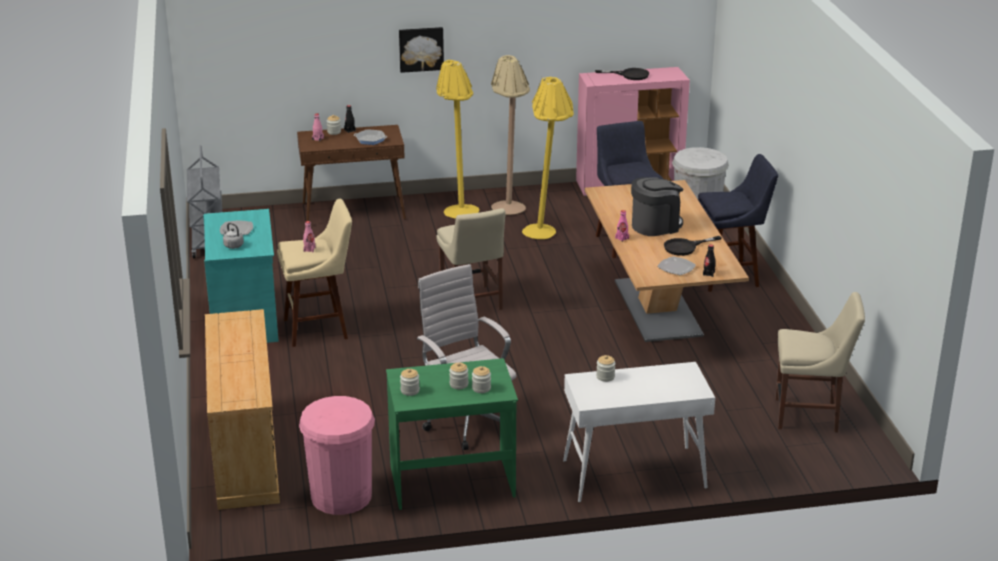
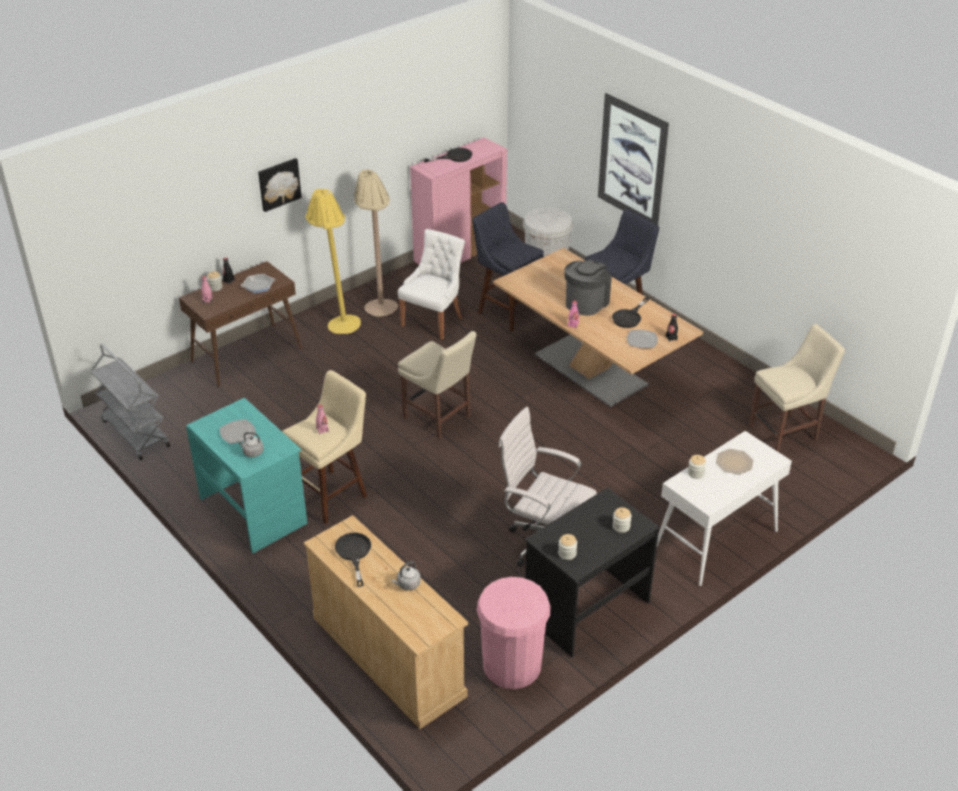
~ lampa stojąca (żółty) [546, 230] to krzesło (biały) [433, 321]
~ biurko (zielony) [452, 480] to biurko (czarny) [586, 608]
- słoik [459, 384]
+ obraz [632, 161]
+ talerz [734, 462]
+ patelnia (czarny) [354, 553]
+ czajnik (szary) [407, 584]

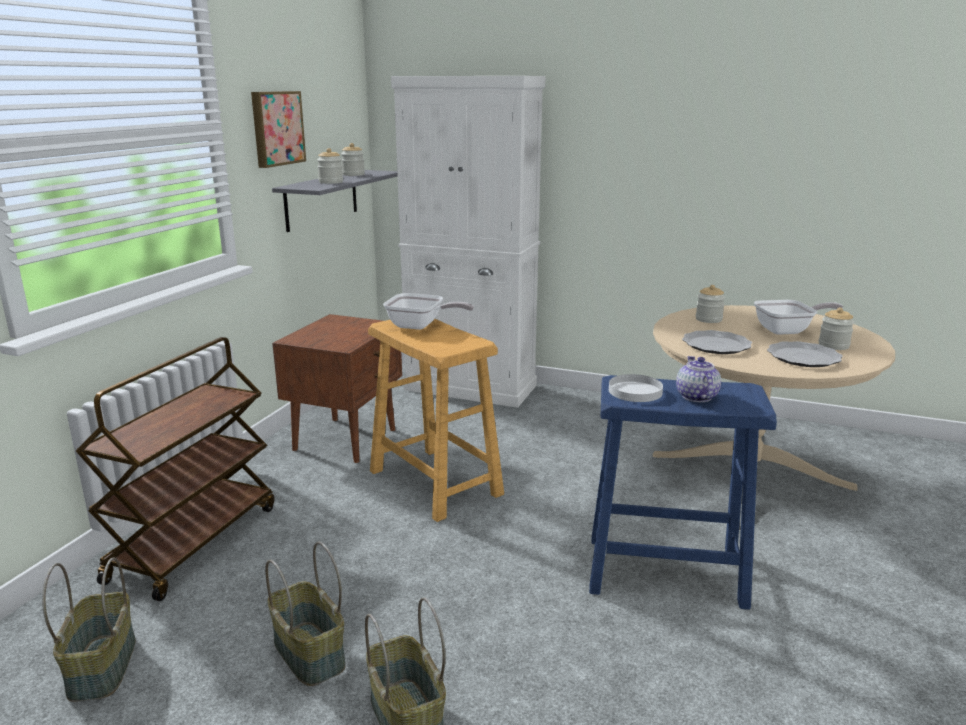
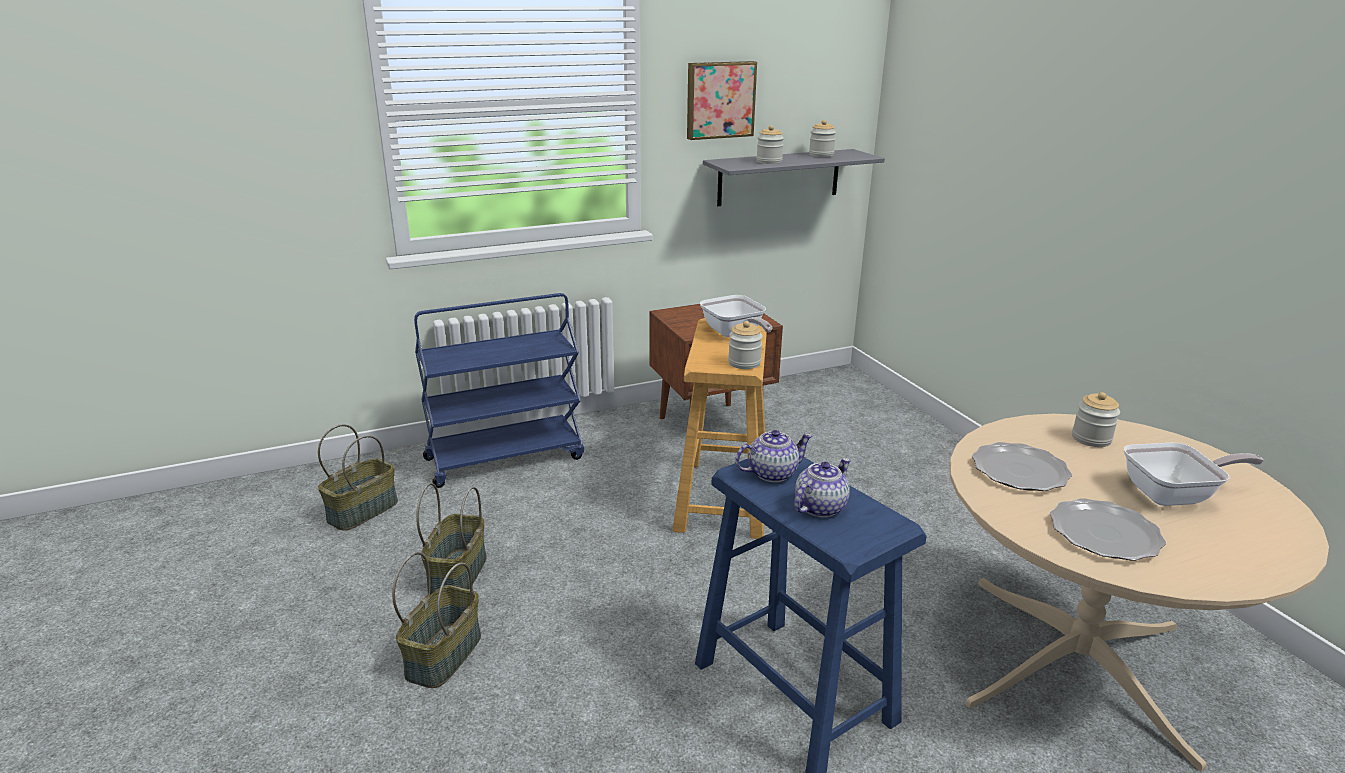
- szafka (biały) [471, 387]
~ patelnia [788, 331] = [1175, 495] 45 degrees counterclockwise
~ słoik [833, 345] to [744, 363]
~ wózek (brązowy) [194, 542] to wózek (niebieski) [505, 458]
~ talerz (biały) [634, 391] to imbryk [771, 473]

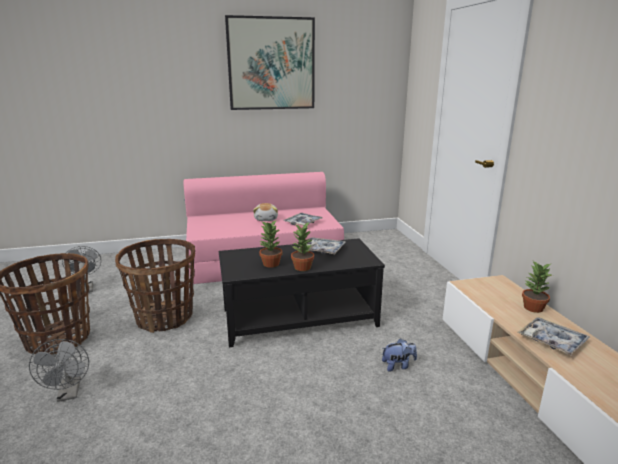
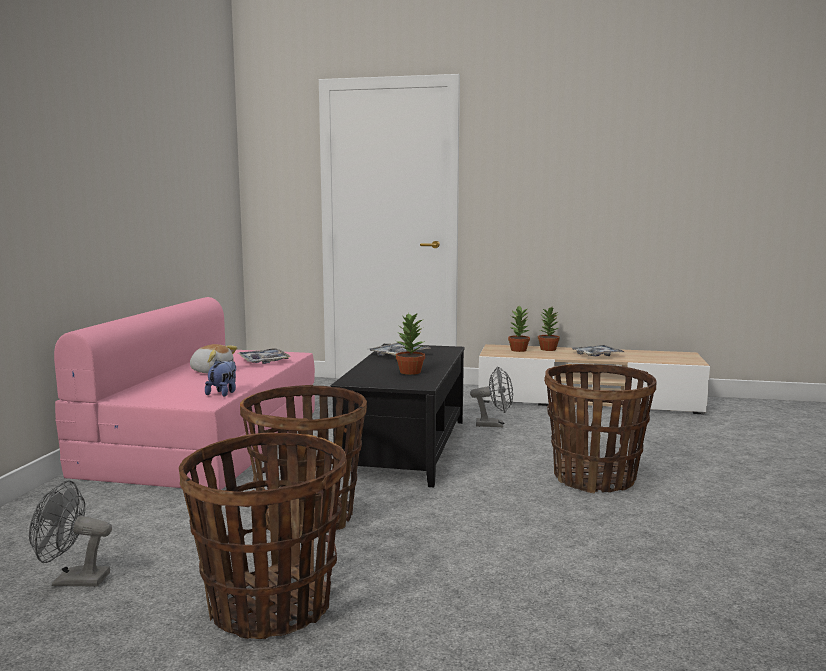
- obraz [271, 64]
~ roślina doniczkowa [303, 267] to [519, 350]
~ pluszak [398, 366] to [223, 393]
~ wentylator (szary) [69, 394] to [494, 425]
+ koszyk [594, 478]

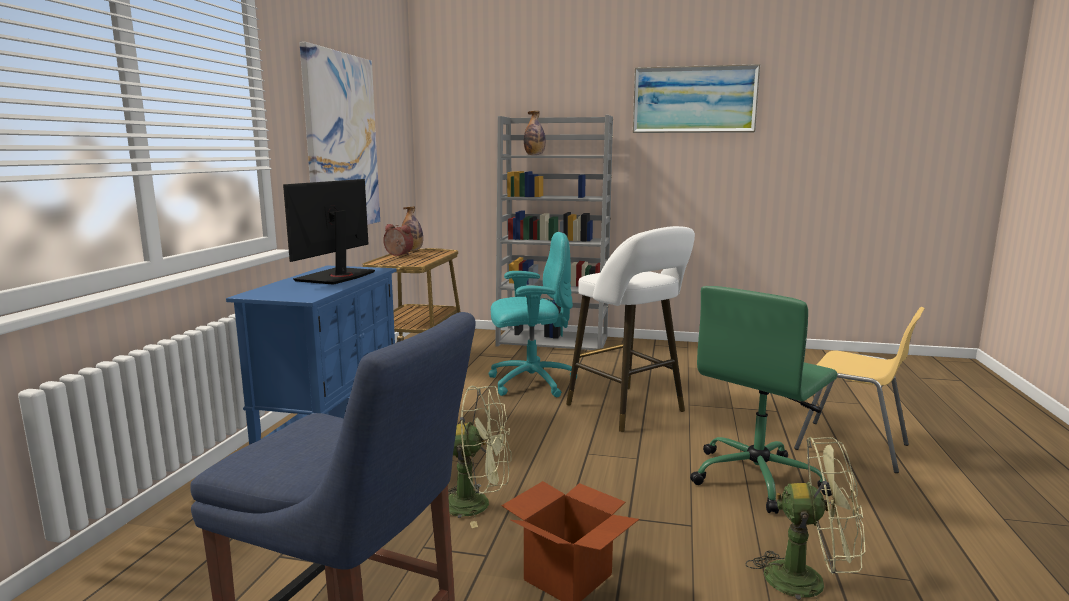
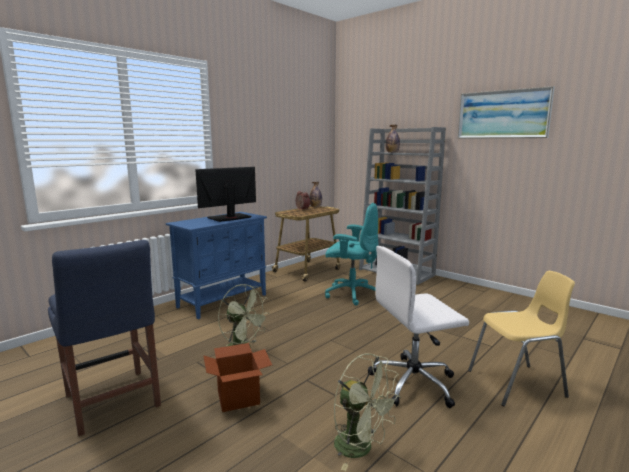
- obraz [341, 142]
- stołek (biały) [629, 410]
~ krzesło biurowe (zielony) [757, 478] to krzesło biurowe (biały) [414, 382]
~ krzesło (żółty) [853, 447] = [517, 384] 75 degrees counterclockwise

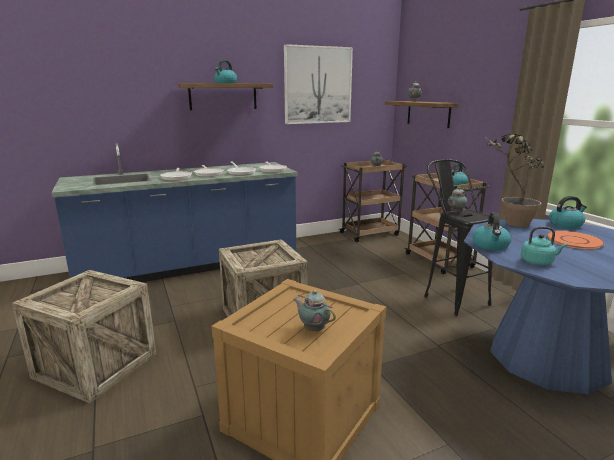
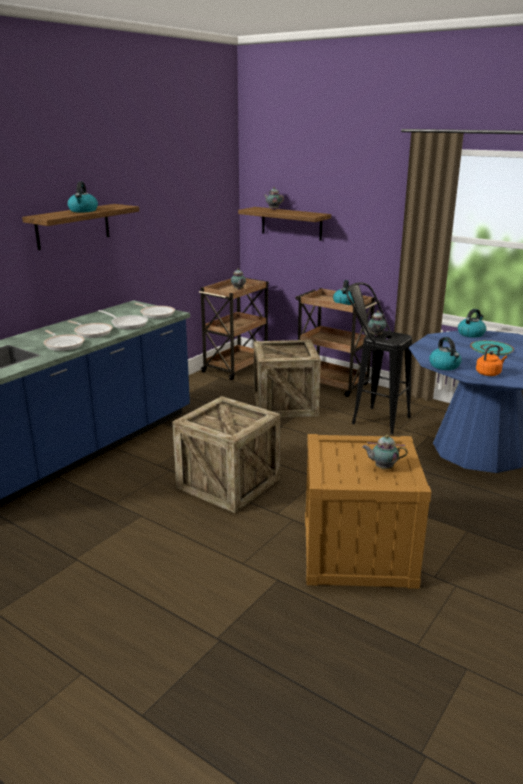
- obraz [318, 85]
- roślina doniczkowa [509, 224]
~ czajnik (turkusowy) [538, 262] to czajnik (pomarańczowy) [489, 373]
~ talerz (pomarańczowy) [574, 241] to talerz (turkusowy) [491, 349]
~ skrzynka [96, 365] to [285, 404]

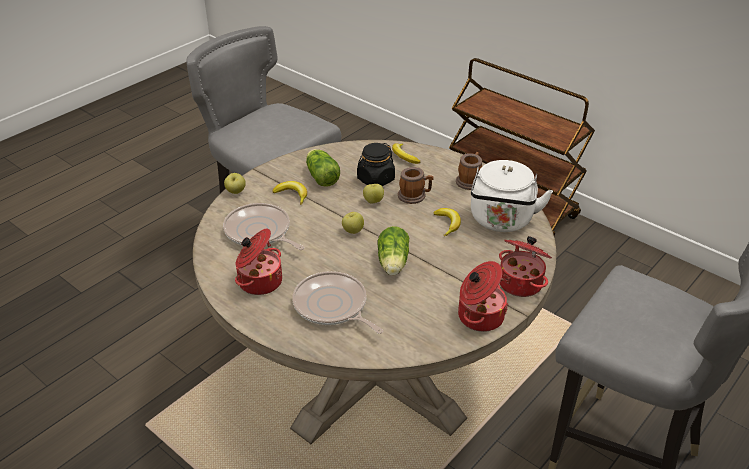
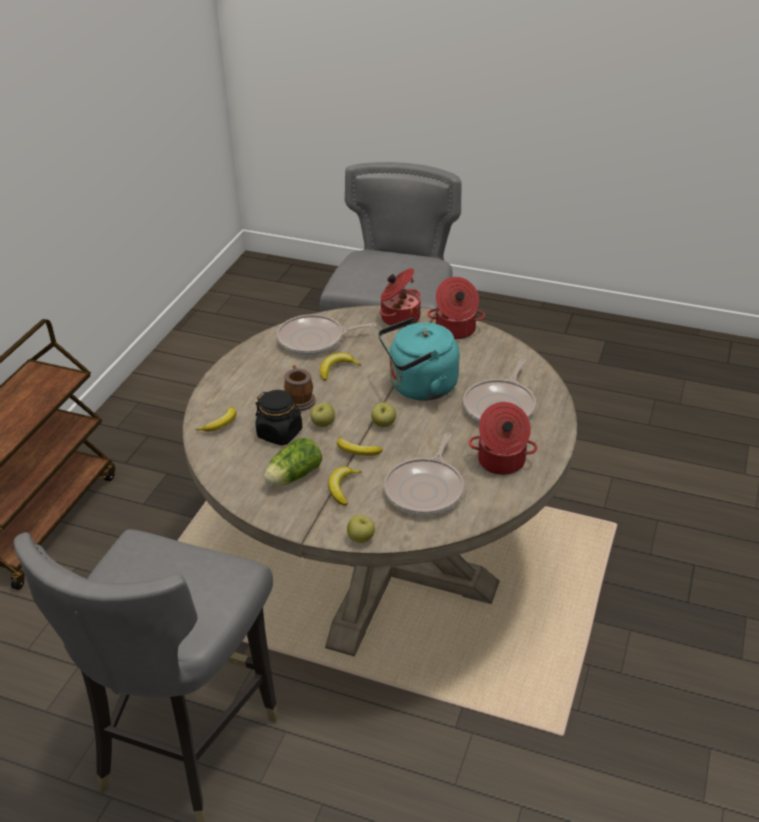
- kubek [470, 180]
~ czajnik (biały) [501, 221] to patelnia [315, 340]
~ sałata [393, 264] to czajnik (turkusowy) [419, 387]
+ banan [357, 451]

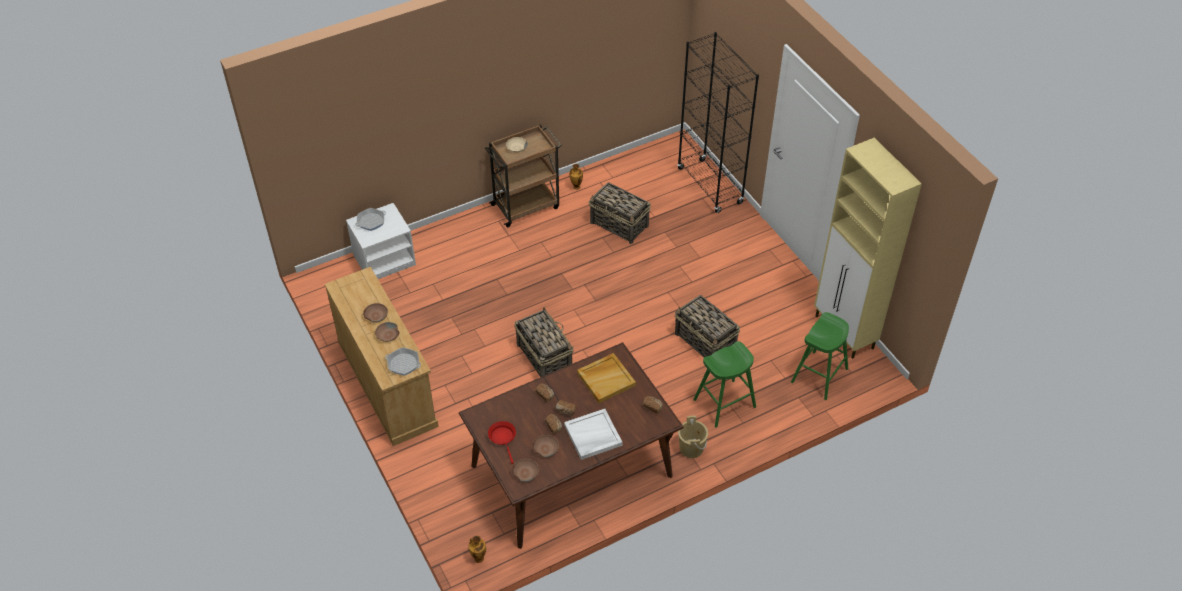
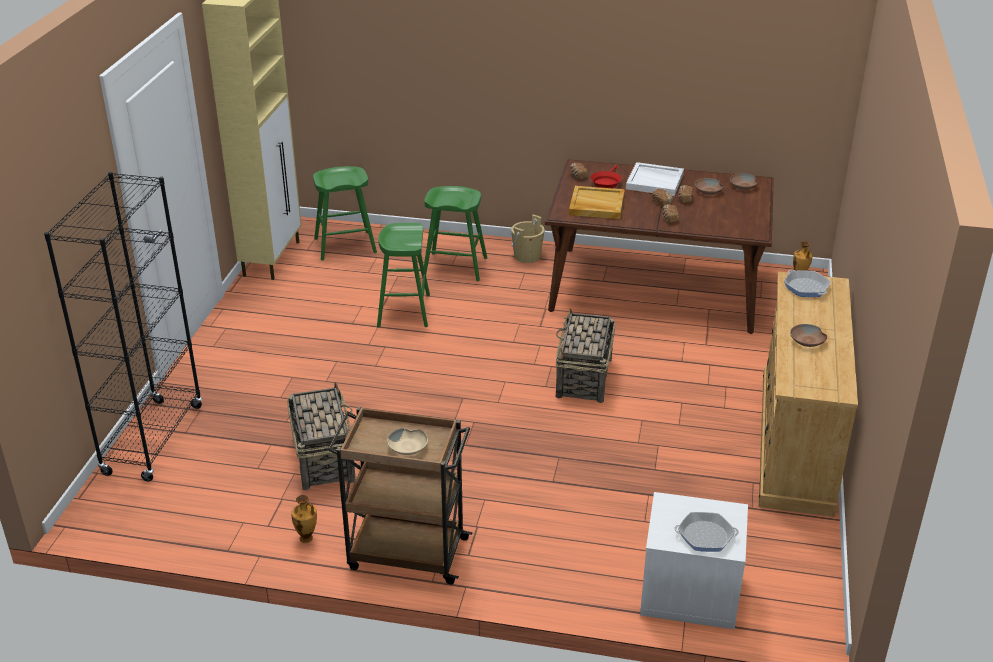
~ koszyk [705, 342] to stołek (zielony) [404, 311]
- miska (brązowy) [388, 335]
~ patelnia (czerwony) [503, 438] to [606, 182]

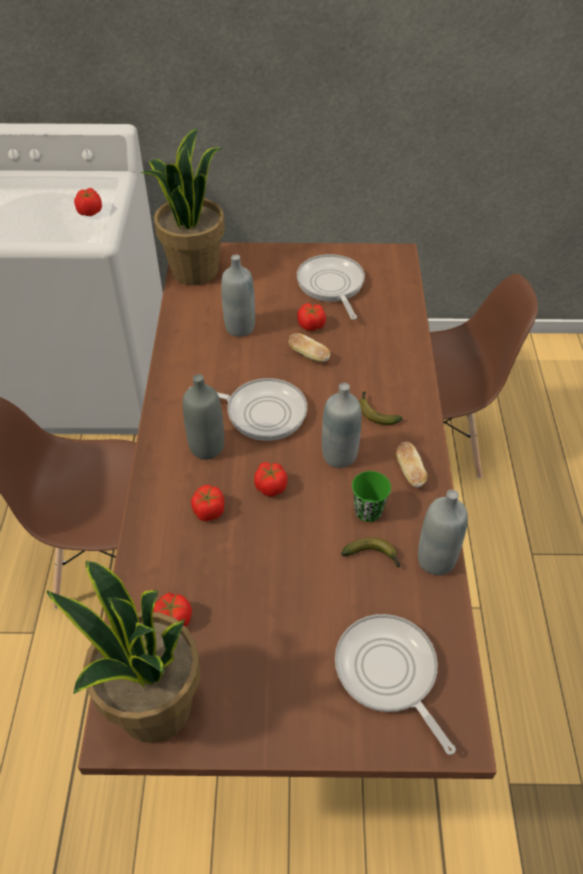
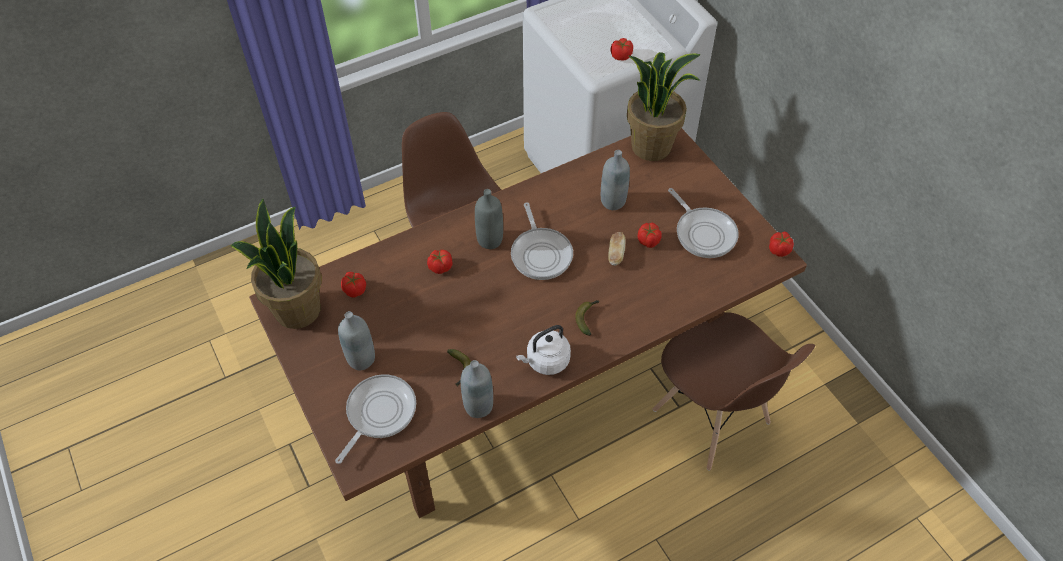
~ patelnia [331, 286] = [703, 233] 105 degrees clockwise
~ butelka (szary) [339, 456] to [361, 359]
~ chleb [410, 471] to czajnik (biały) [545, 361]
~ pomidor [270, 487] to [779, 250]
- filiżanka (zielony) [368, 511]

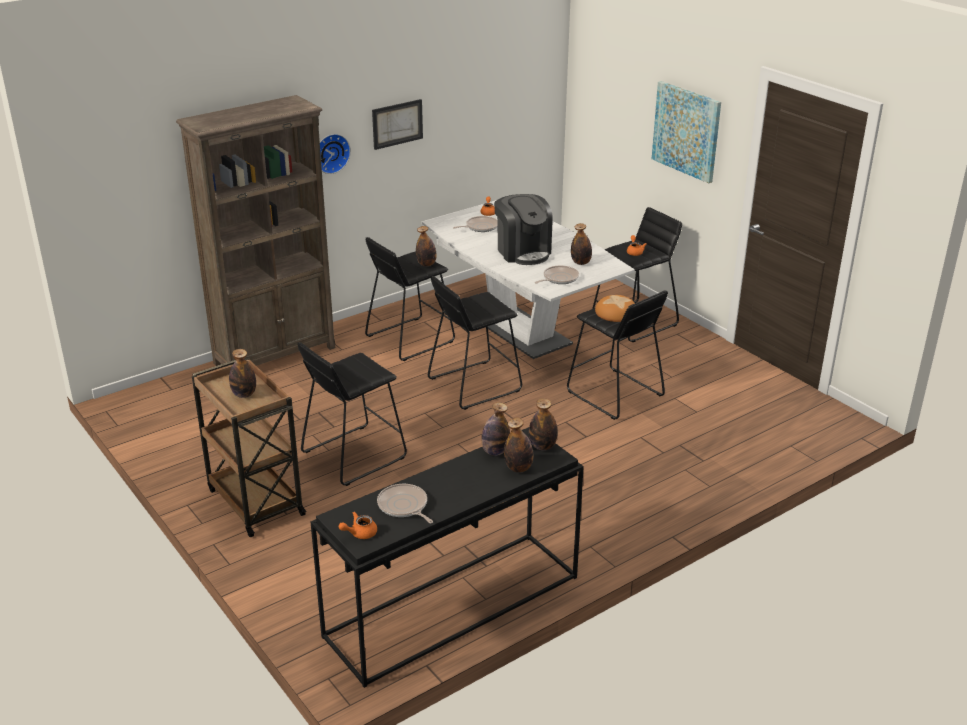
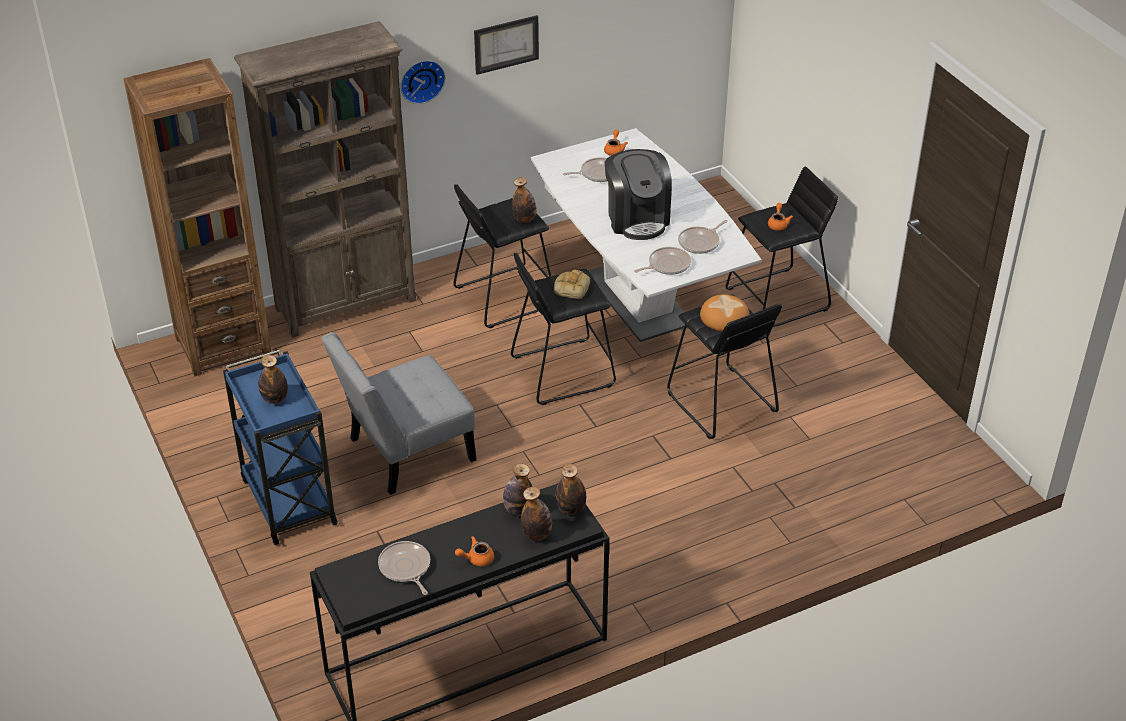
- obraz [686, 131]
~ butelka [581, 263] to patelnia [700, 242]
~ stołek (czarny) [353, 455] to krzesło (szary) [405, 452]
~ wózek (brązowy) [254, 501] to wózek (niebieski) [288, 500]
~ imbryk (pomarańczowy) [360, 533] to [476, 559]
+ regał (brązowy) [223, 345]
+ chleb [571, 287]

